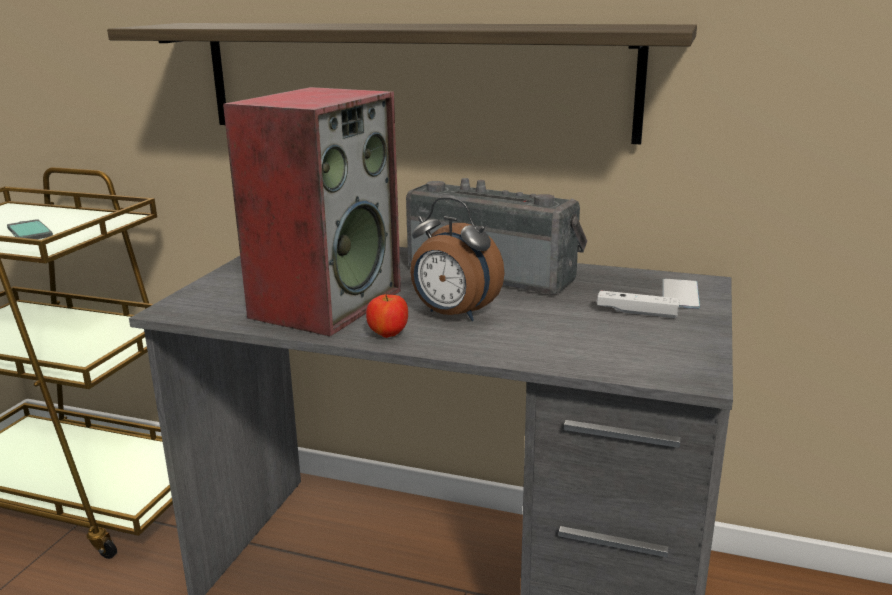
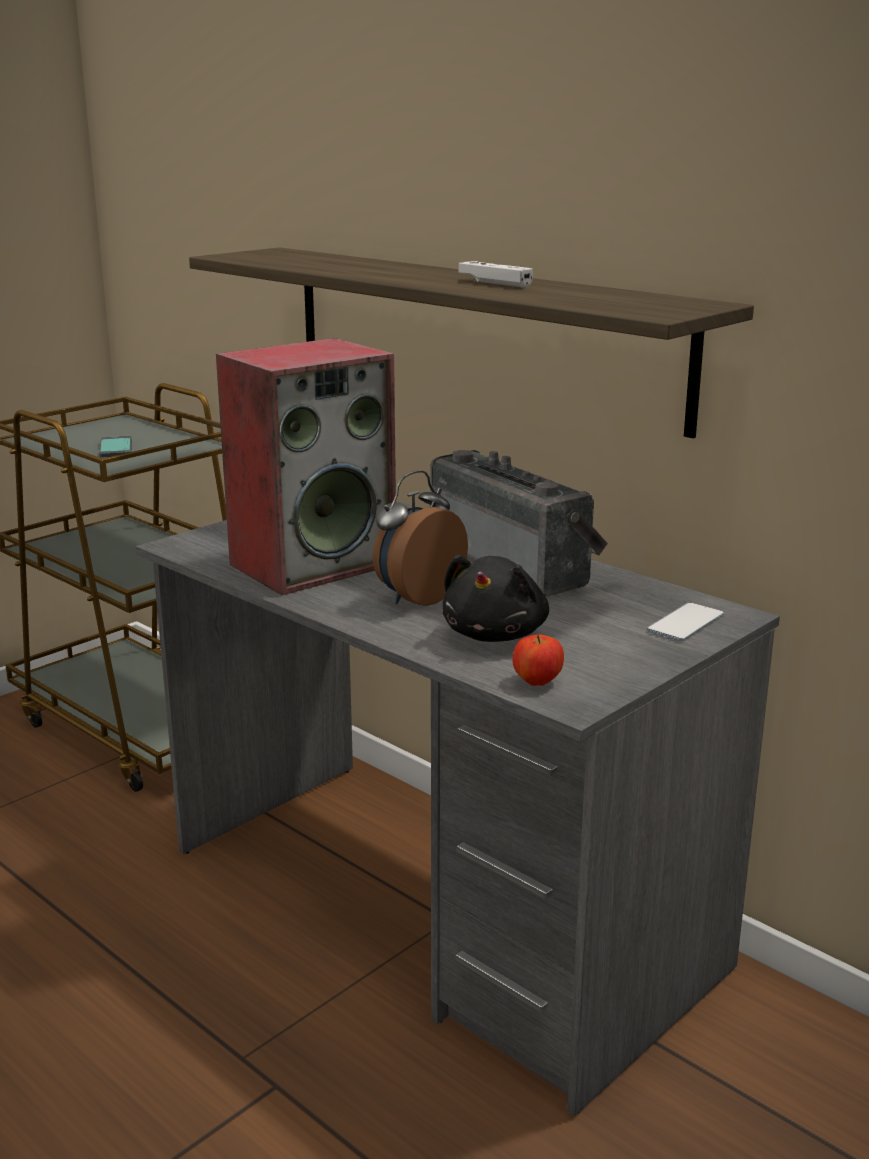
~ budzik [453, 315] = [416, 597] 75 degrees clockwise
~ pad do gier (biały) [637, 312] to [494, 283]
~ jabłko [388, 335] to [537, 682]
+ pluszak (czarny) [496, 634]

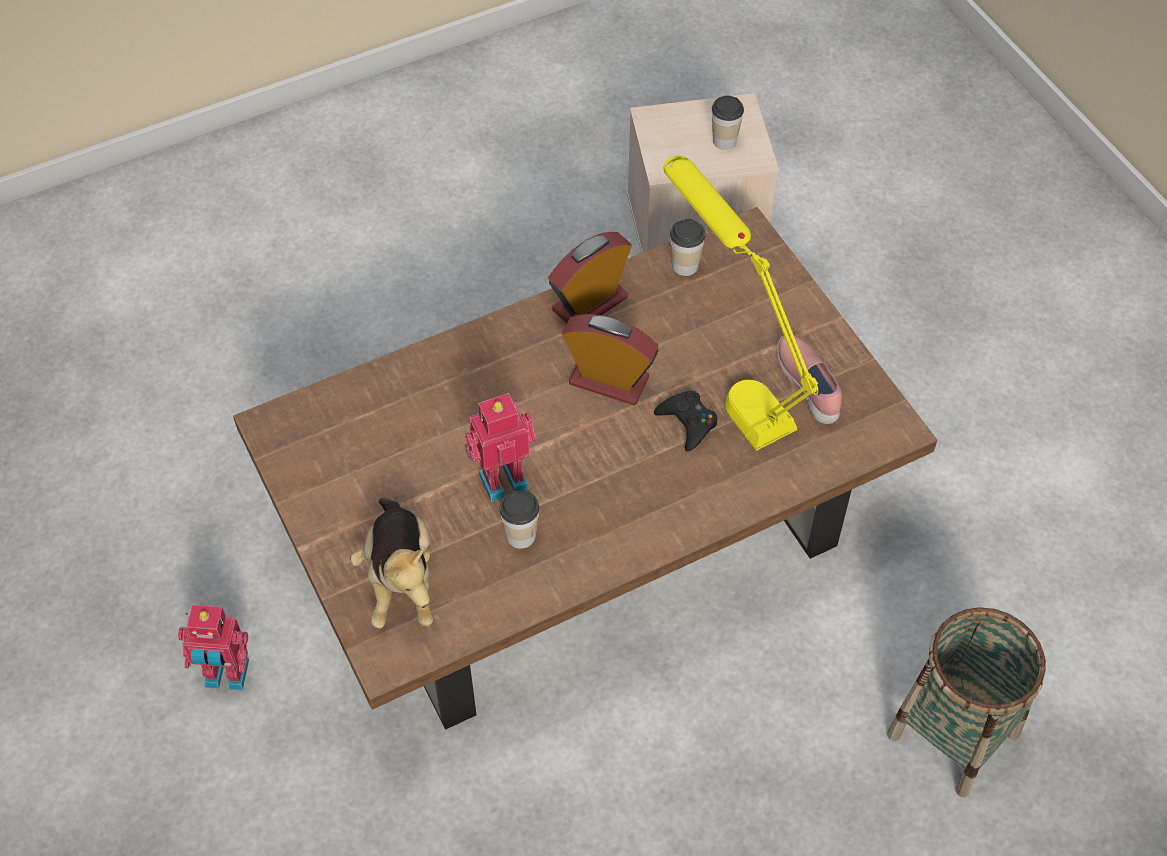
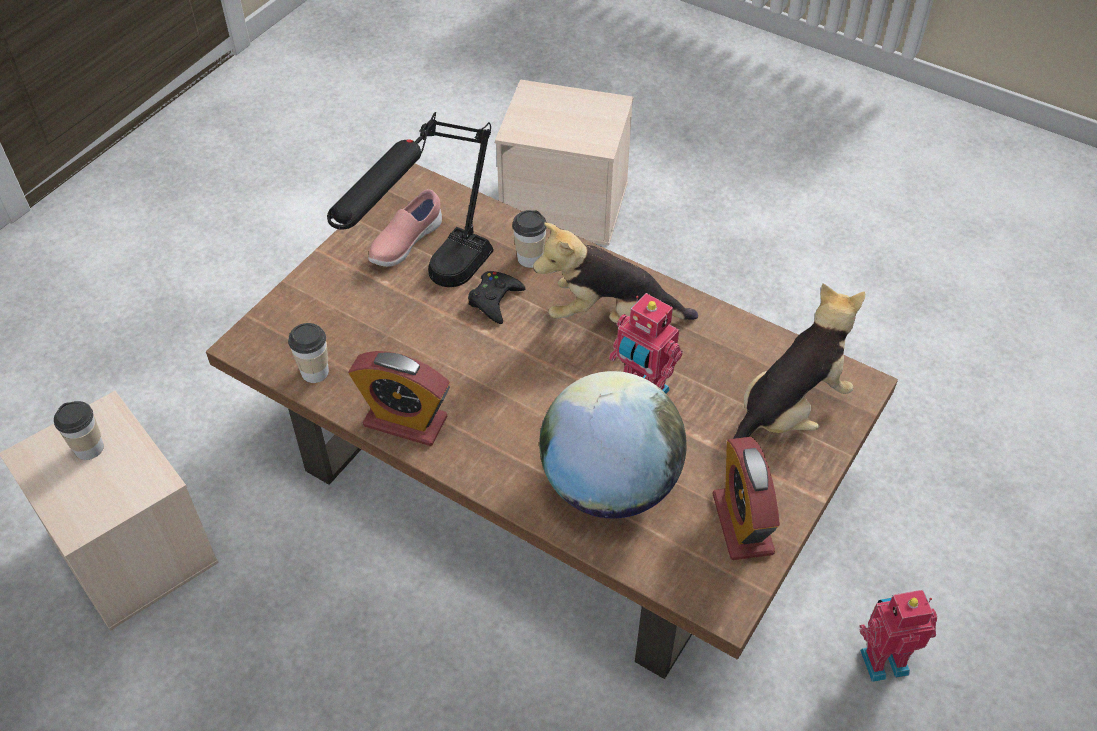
~ lampa stołowa (żółty) [729, 380] to lampa stołowa (czarny) [432, 292]
~ budzik [609, 381] to [742, 524]
~ filiżanka [521, 536] to [530, 258]
~ robot zabawkowy [226, 676] = [883, 659] 75 degrees counterclockwise
~ koszyk [953, 734] to pojemnik do przechowywania (beżowy) [566, 203]
+ pluszak [610, 317]
+ globus [609, 485]

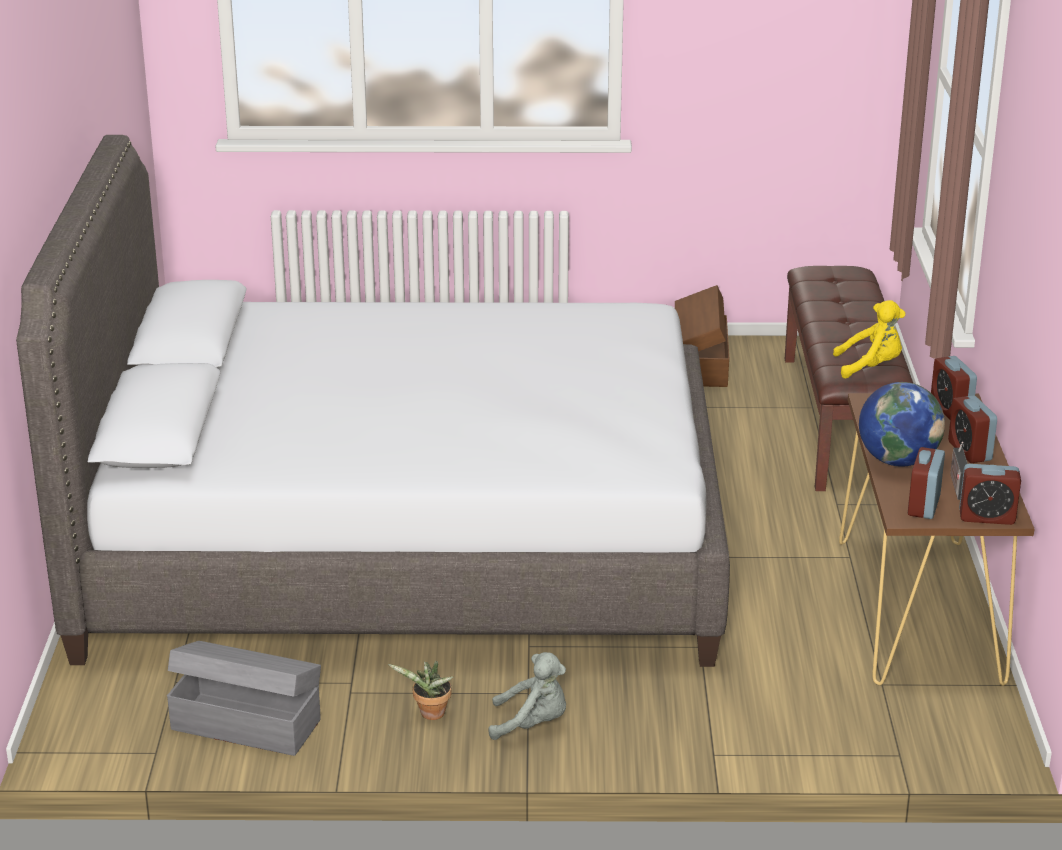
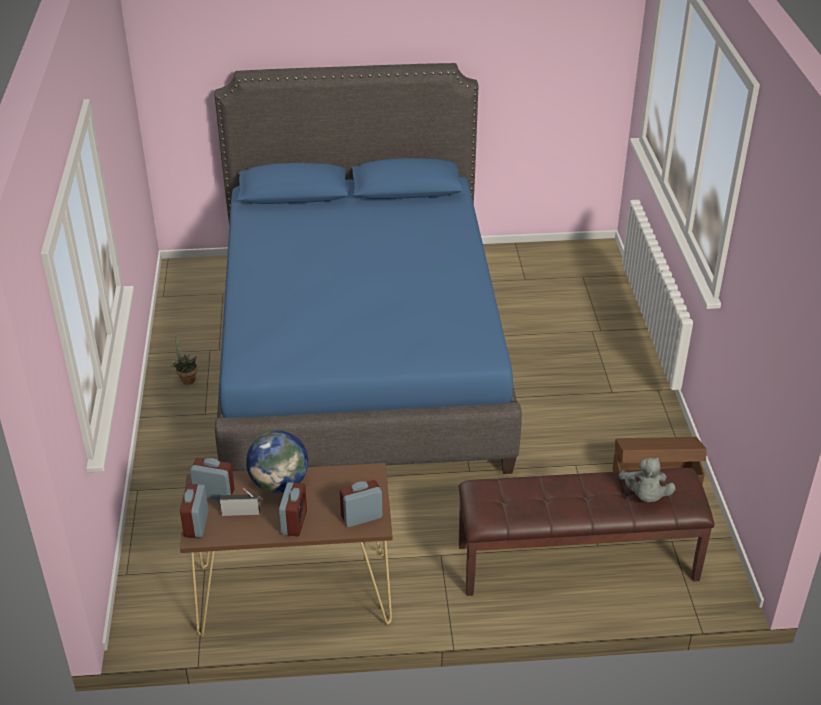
~ łóżko (szary) [403, 547] to łóżko (niebieski) [360, 355]
- pluszak (żółty) [871, 367]
~ budzik [969, 451] = [294, 522] 120 degrees clockwise
- pojemnik do przechowywania (szary) [245, 723]
~ pluszak (szary) [532, 724] to [644, 496]

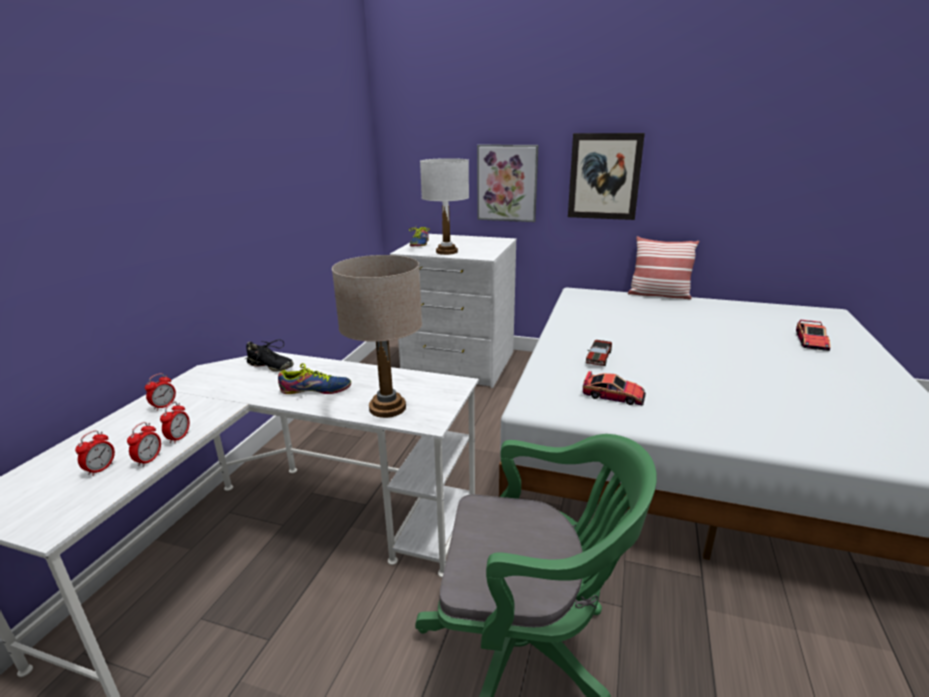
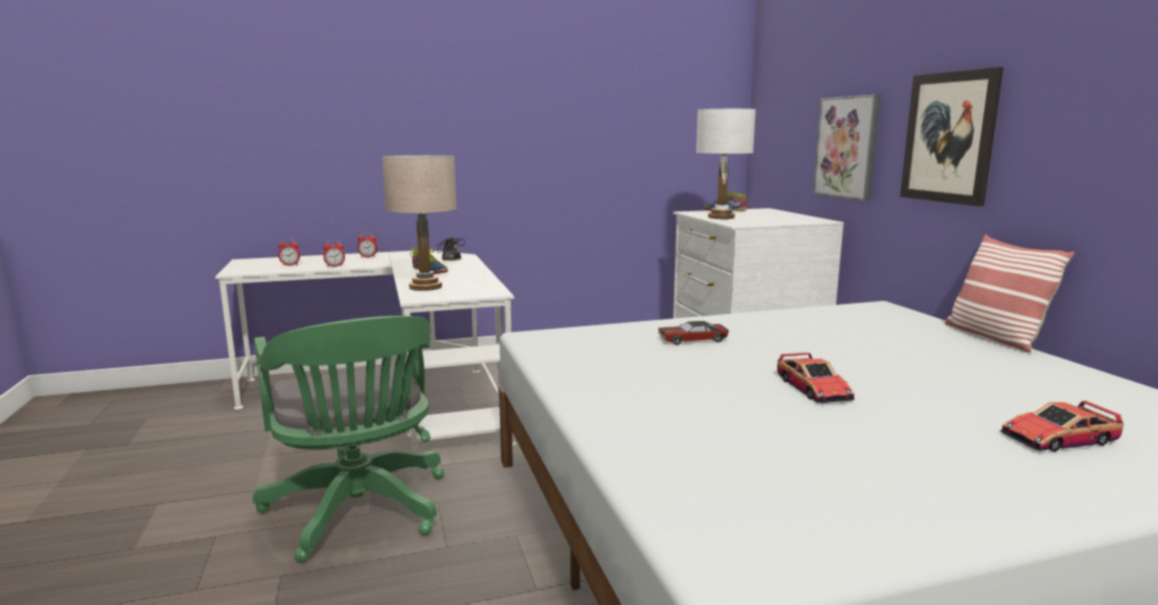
~ samochodzik [613, 395] to [813, 389]
- budzik [149, 460]

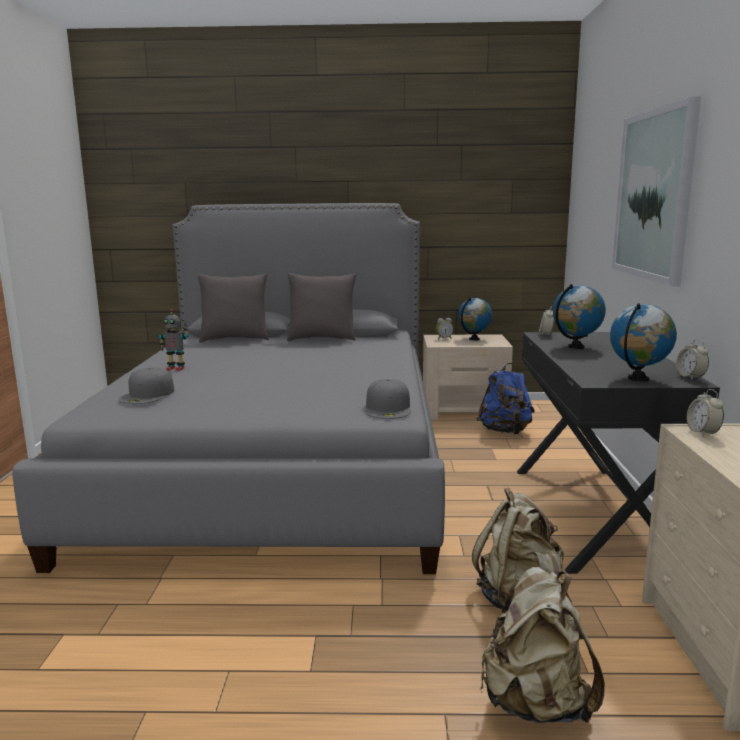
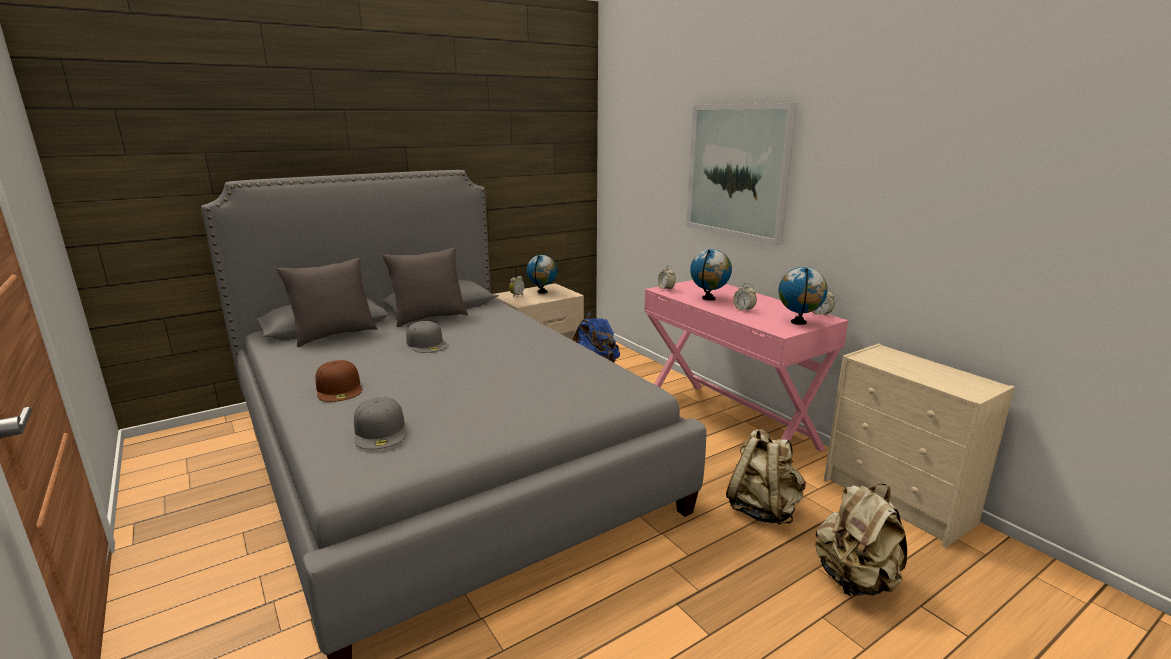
~ robot zabawkowy [176, 368] to czapka z daszkiem (brązowy) [339, 388]
~ biurko (czarny) [592, 514] to biurko (różowy) [728, 425]
~ czapka z daszkiem (szary) [388, 408] to [427, 343]
~ budzik [702, 433] to [744, 309]

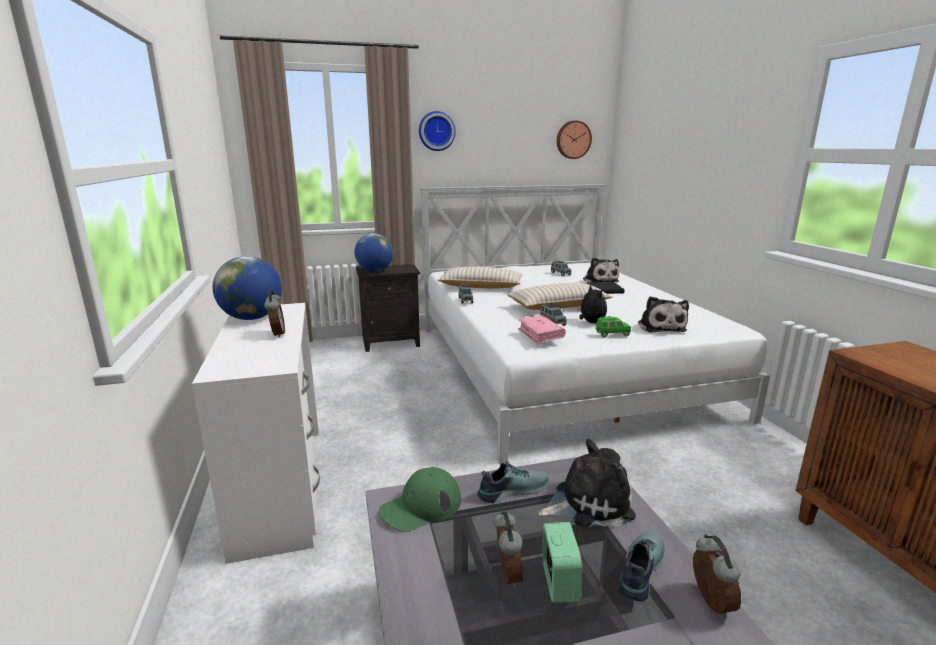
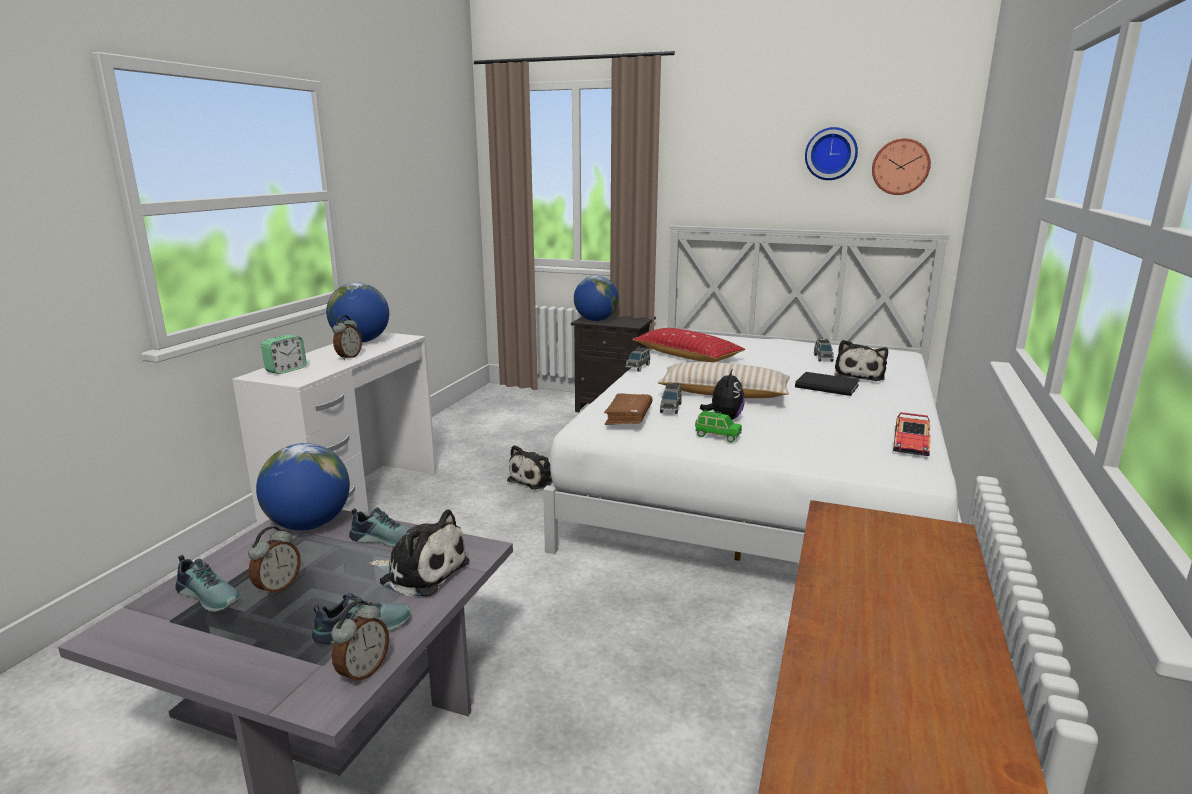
~ zegar ścienny [436, 131] to [831, 154]
~ poduszka (beżowy) [480, 287] to poduszka (czerwony) [686, 356]
~ pluszak [660, 327] to [535, 479]
~ książka (różowy) [540, 335] to książka (brązowy) [628, 417]
~ czapka z daszkiem (zielony) [421, 507] to globus [309, 524]
~ budzik [559, 582] to [286, 370]
+ samochodzik [911, 443]
+ but [211, 596]

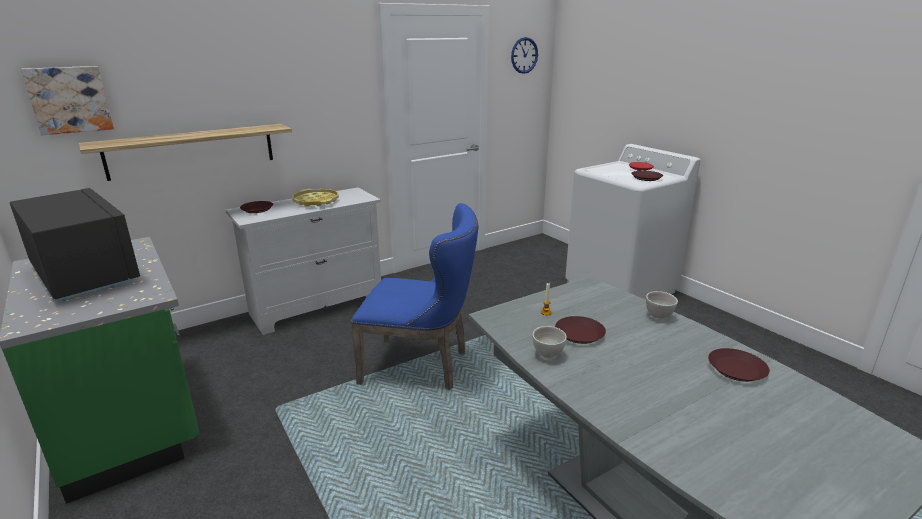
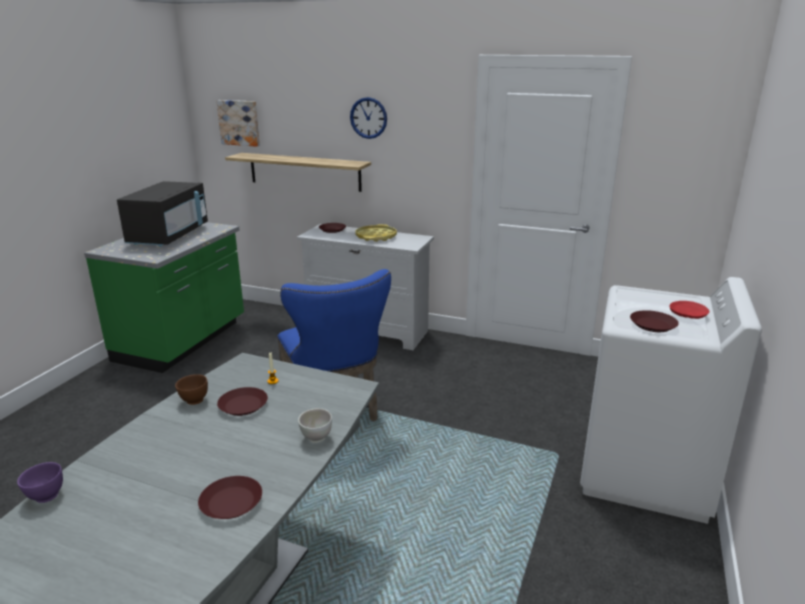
~ zegar ścienny [524, 55] to [368, 118]
~ miska (biały) [547, 355] to miska (brązowy) [194, 401]
+ miska (fioletowy) [46, 496]

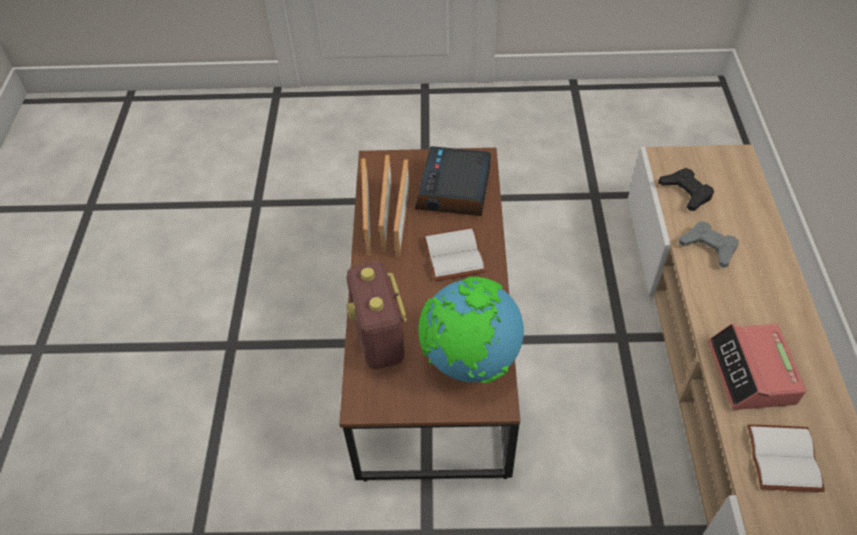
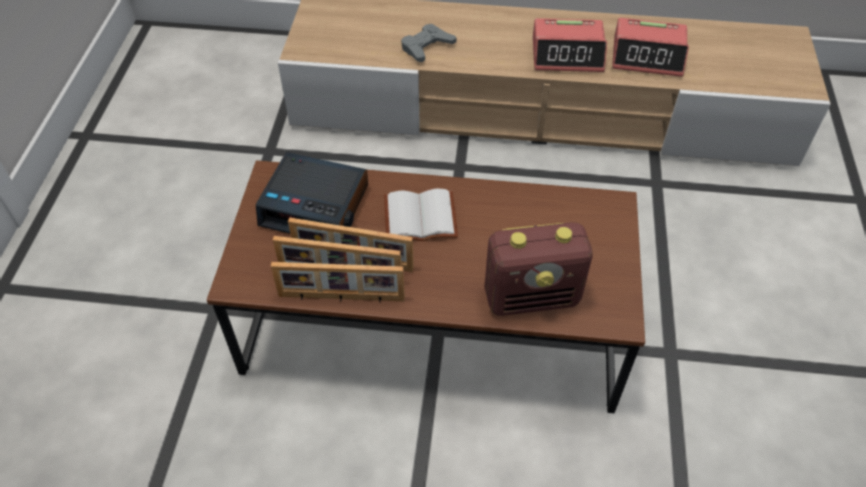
- pad do gier (czarny) [686, 192]
- globus [470, 360]
~ książka (biały) [786, 460] to budzik [648, 56]

